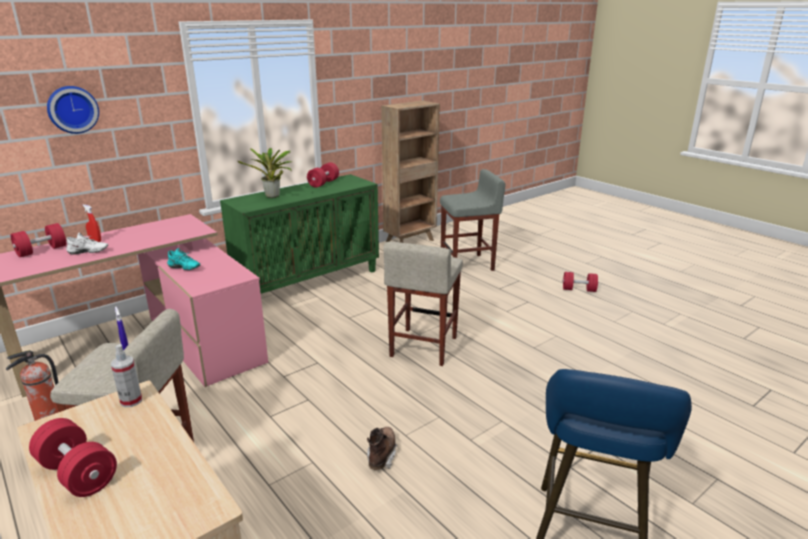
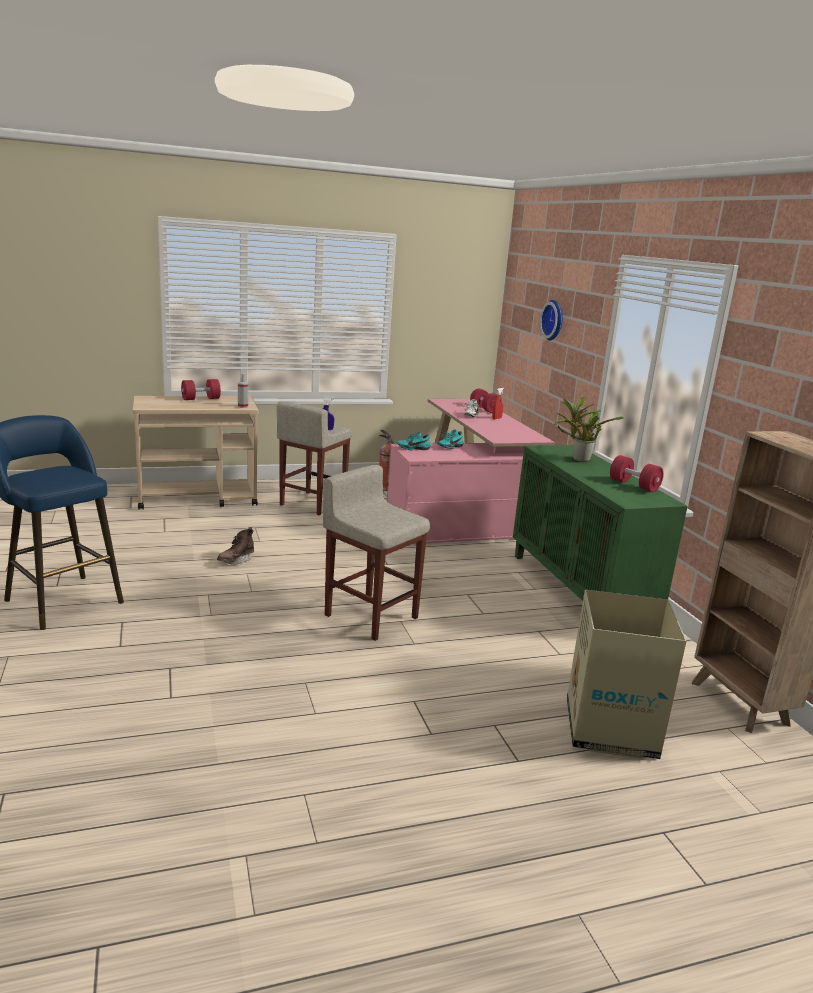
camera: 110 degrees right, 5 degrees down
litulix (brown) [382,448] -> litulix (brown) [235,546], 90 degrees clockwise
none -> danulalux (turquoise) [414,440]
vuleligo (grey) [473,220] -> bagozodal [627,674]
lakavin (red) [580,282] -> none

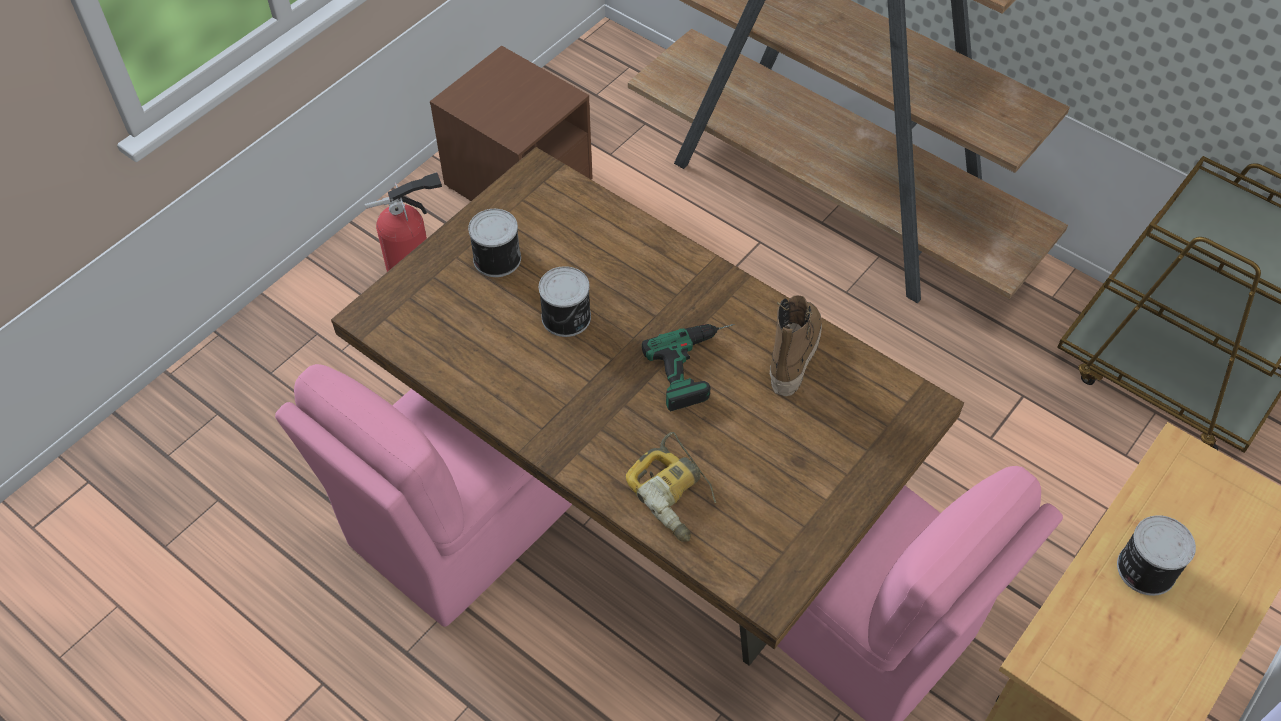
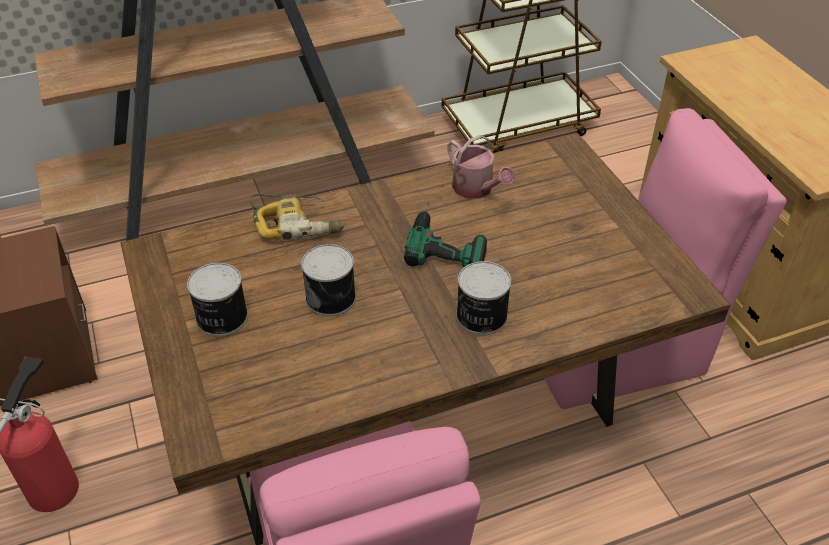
camera: 60 degrees left, 10 degrees down
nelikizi [671,486] -> nelikizi [297,217], relocated
litulix [796,345] -> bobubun [481,167]
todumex [1156,555] -> todumex [483,298], relocated

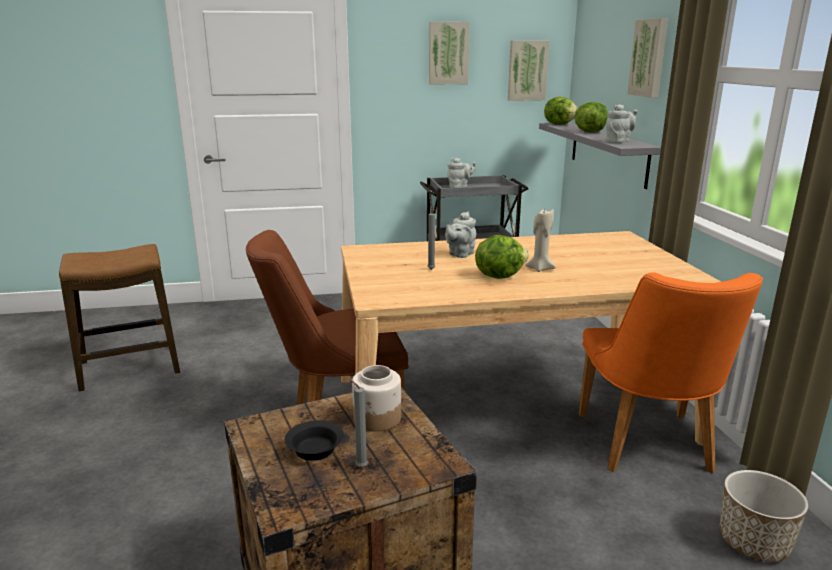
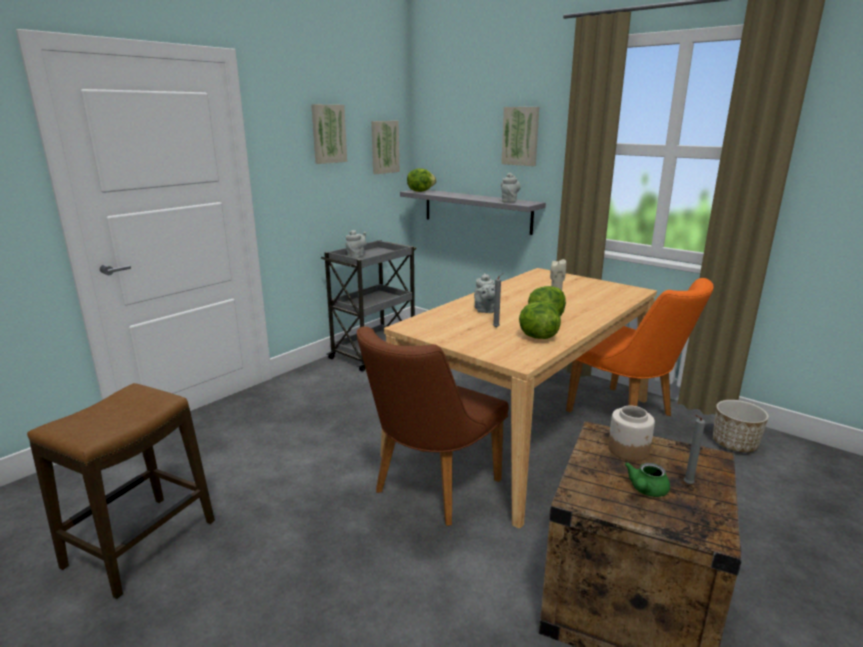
camera: 40 degrees left, 0 degrees up
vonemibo [590,117] -> vonemibo [540,320], relocated
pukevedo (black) [314,440] -> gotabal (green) [647,479]

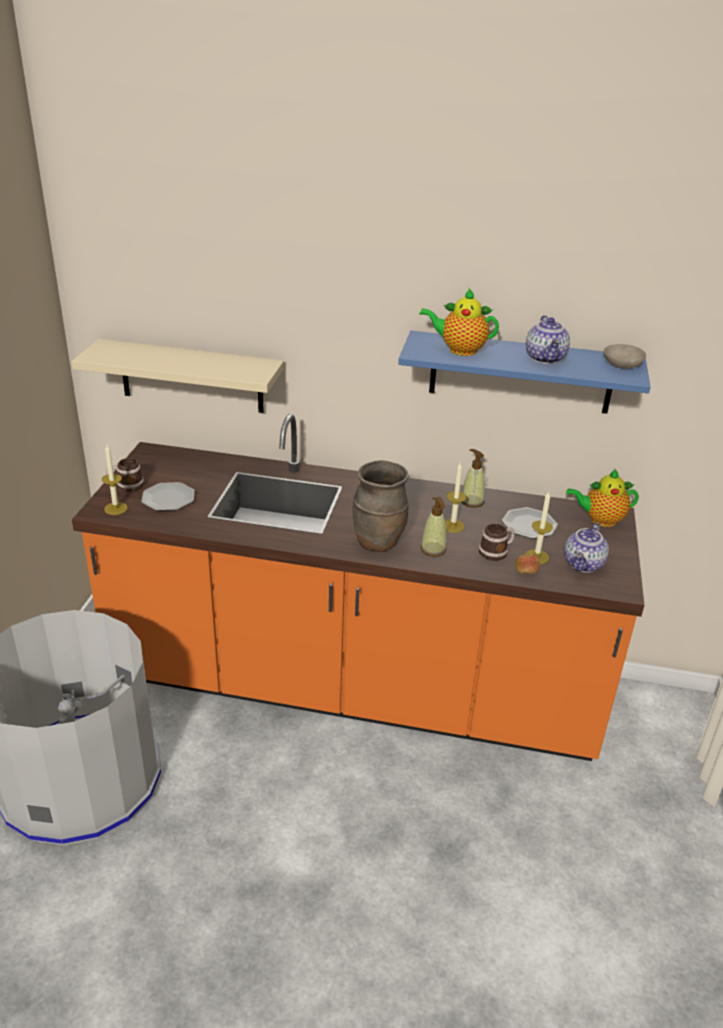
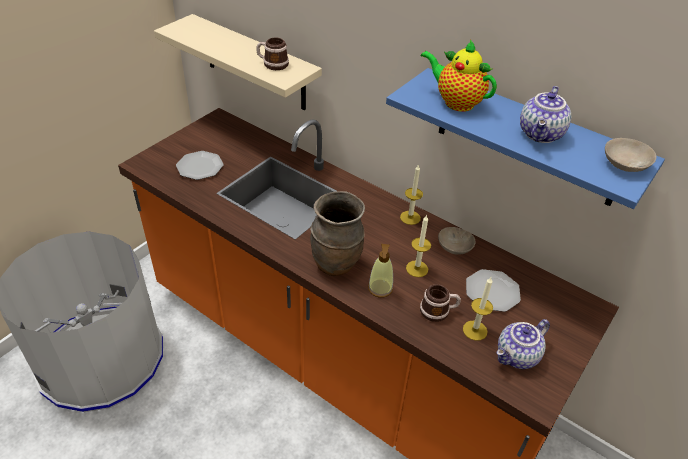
camera: 25 degrees right, 10 degrees up
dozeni [125,475] -> dozeni [273,54], relocated
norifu [115,480] -> norifu [411,194], relocated
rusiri [473,478] -> pukevedo (beige) [457,241]
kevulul [528,563] -> none
gotabal [602,498] -> none

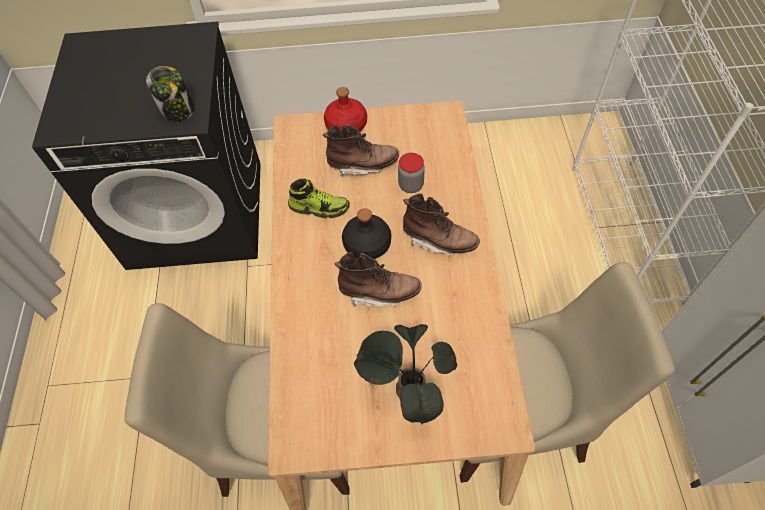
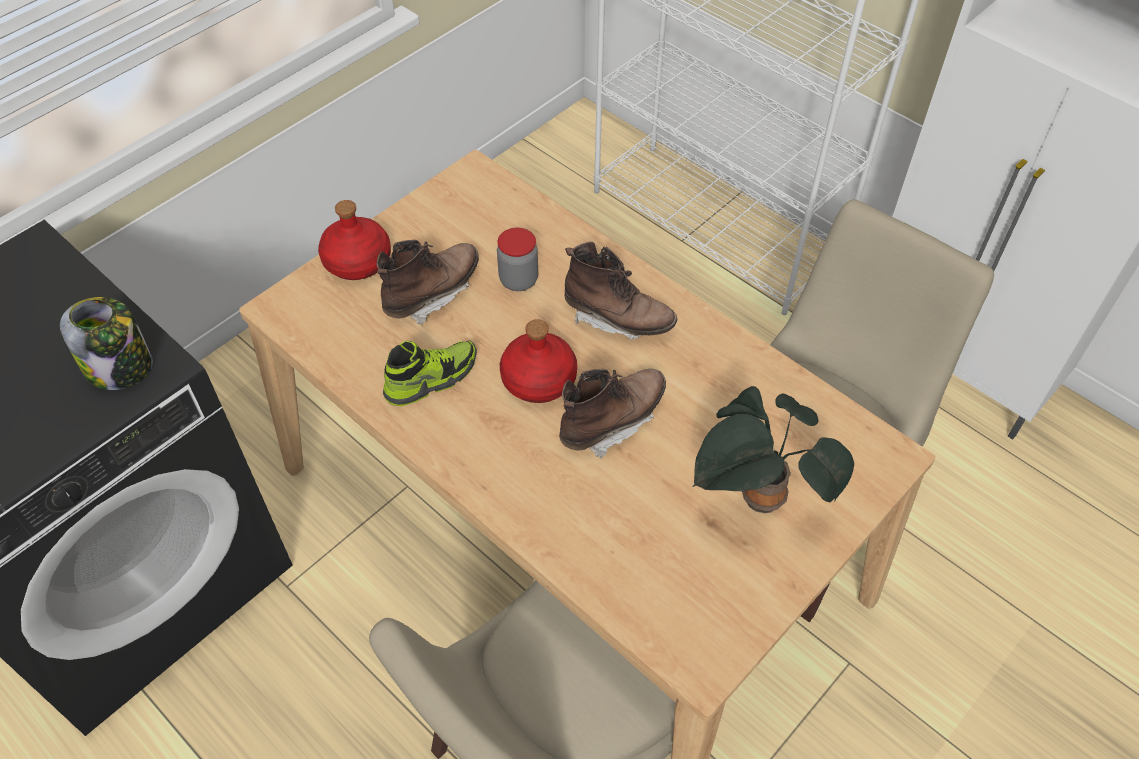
camera: 45 degrees left, 5 degrees down
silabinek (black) [366,233] -> silabinek (red) [538,361]
litulix (brown) [441,225] -> litulix (brown) [621,291], 45 degrees clockwise

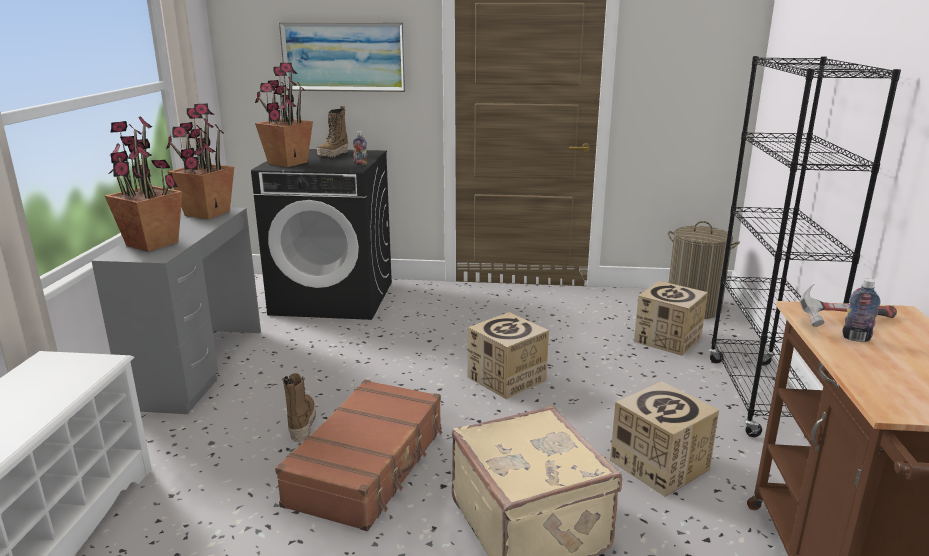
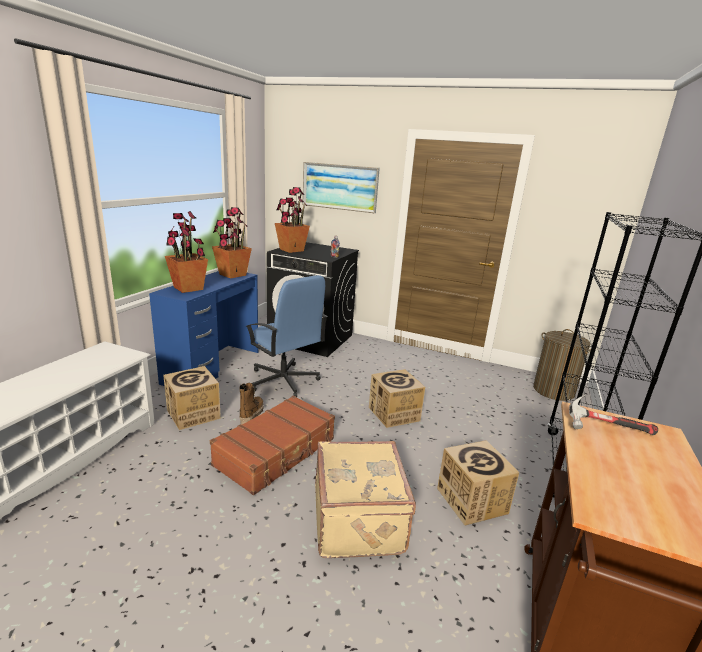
camera: 15 degrees right, 0 degrees up
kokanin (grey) [176,310] -> kokanin (blue) [203,328]
bagozodal [671,318] -> bagozodal [192,398], relocated
none -> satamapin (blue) [286,336]
litulix [332,131] -> none
silabinek [861,310] -> none

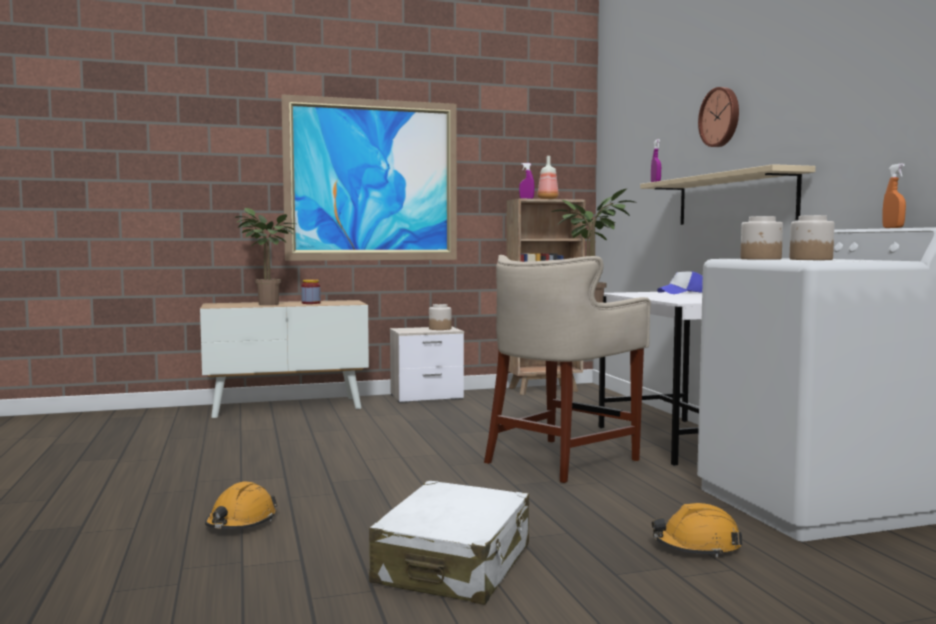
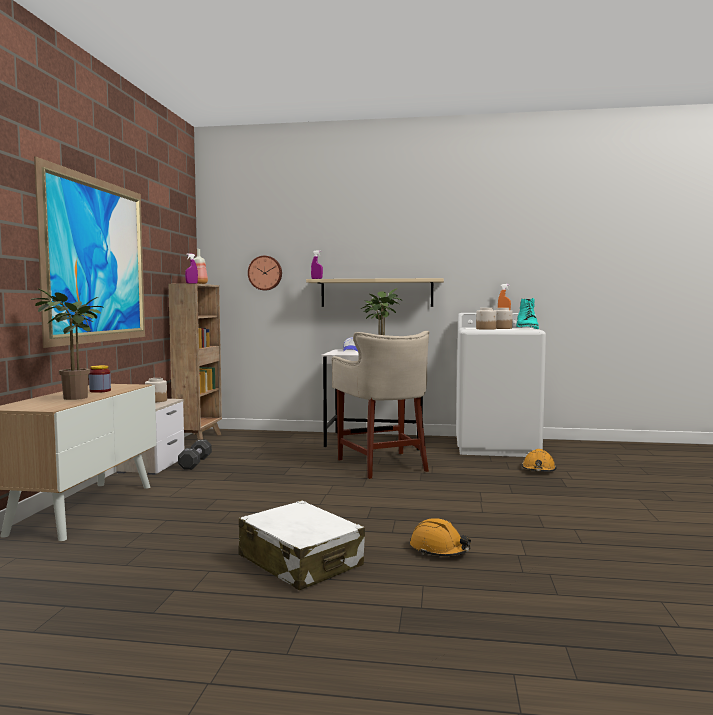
camera: 65 degrees left, 0 degrees up
none -> lakavin (black) [195,454]
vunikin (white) [449,543] -> vunikin (white) [302,545], relocated
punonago [718,117] -> punonago [265,273], relocated
none -> litulix (turquoise) [527,313]

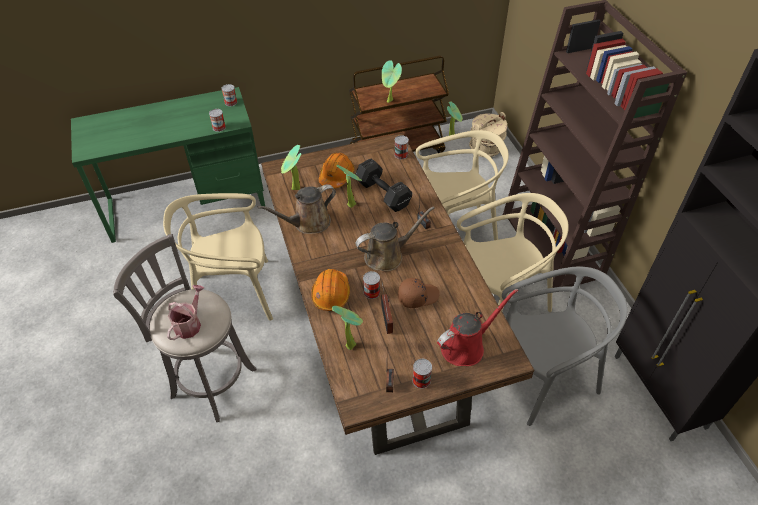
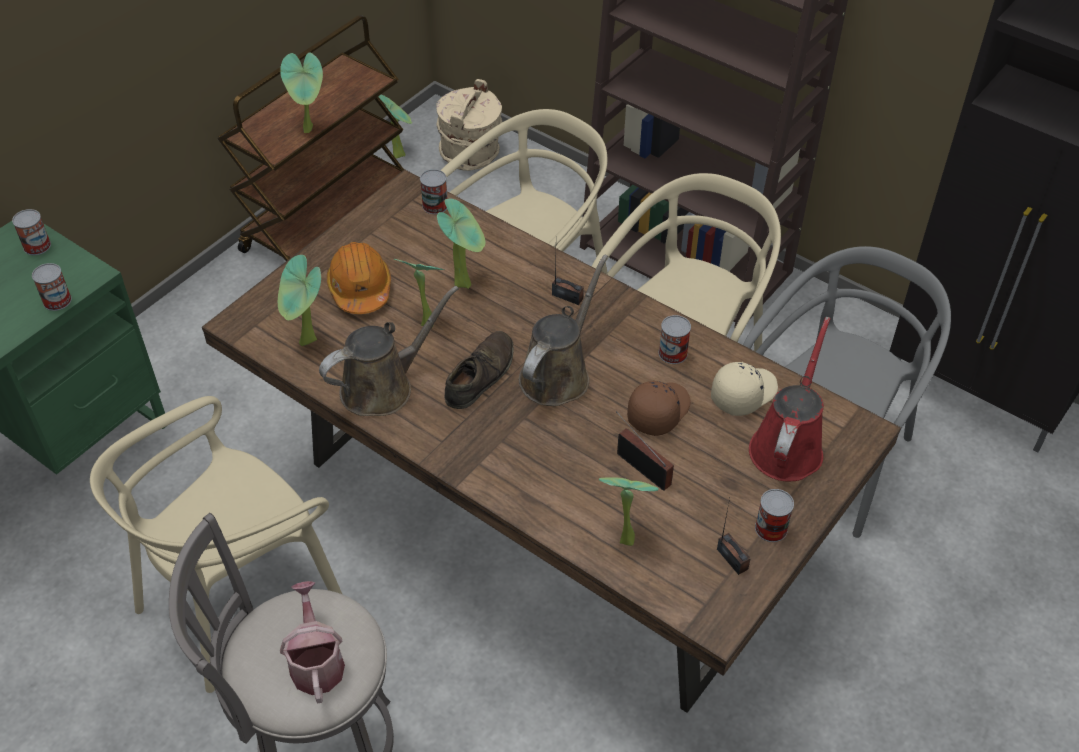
camera: 35 degrees left, 0 degrees up
bobubun (brown) [297,209] -> bobubun (brown) [389,351], 150 degrees counterclockwise
lakavin (black) [383,185] -> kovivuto [461,243]
none -> danulalux (brown) [479,370]
todumex [371,285] -> todumex [675,339], relocated
none -> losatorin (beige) [744,389]
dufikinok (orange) [330,290] -> none

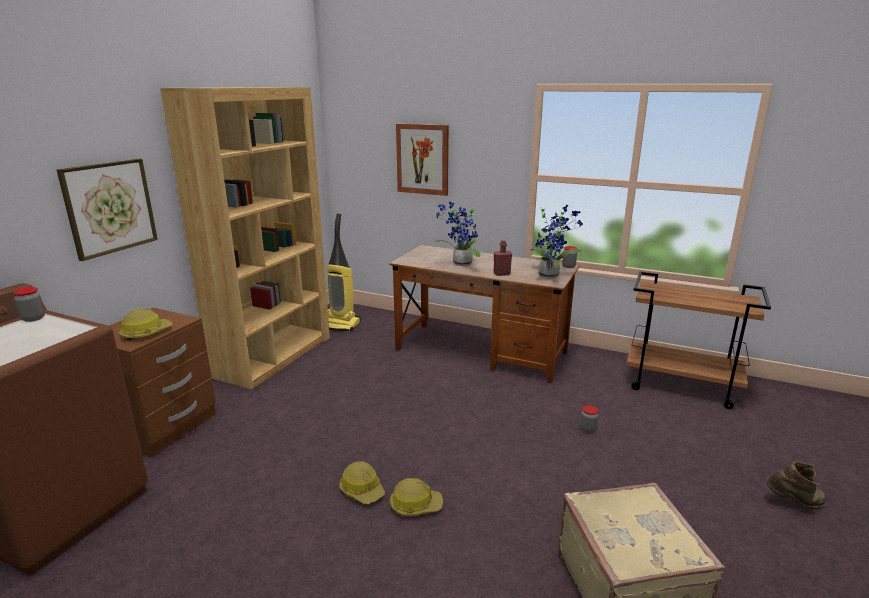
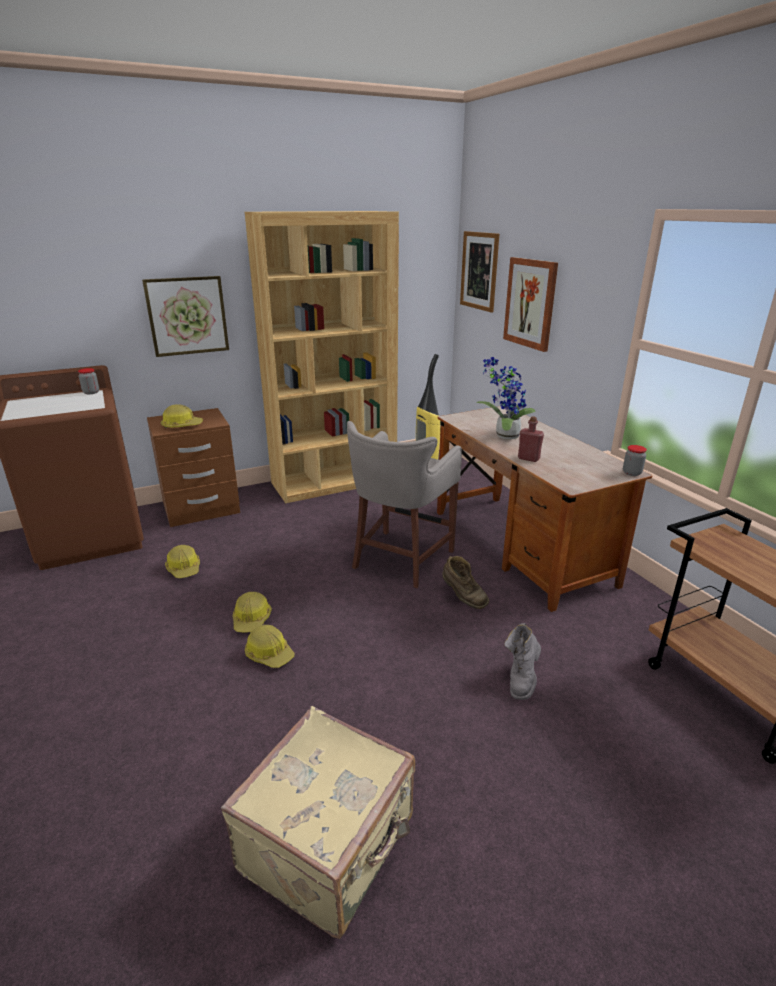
camera: 40 degrees right, 5 degrees up
none -> dufikinok [182,561]
none -> vuleligo (grey) [404,504]
litulix (brown) [796,485] -> litulix (brown) [465,582], relocated
none -> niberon [479,272]
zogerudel [589,419] -> litulix (grey) [522,661]
kovivuto [557,242] -> none

